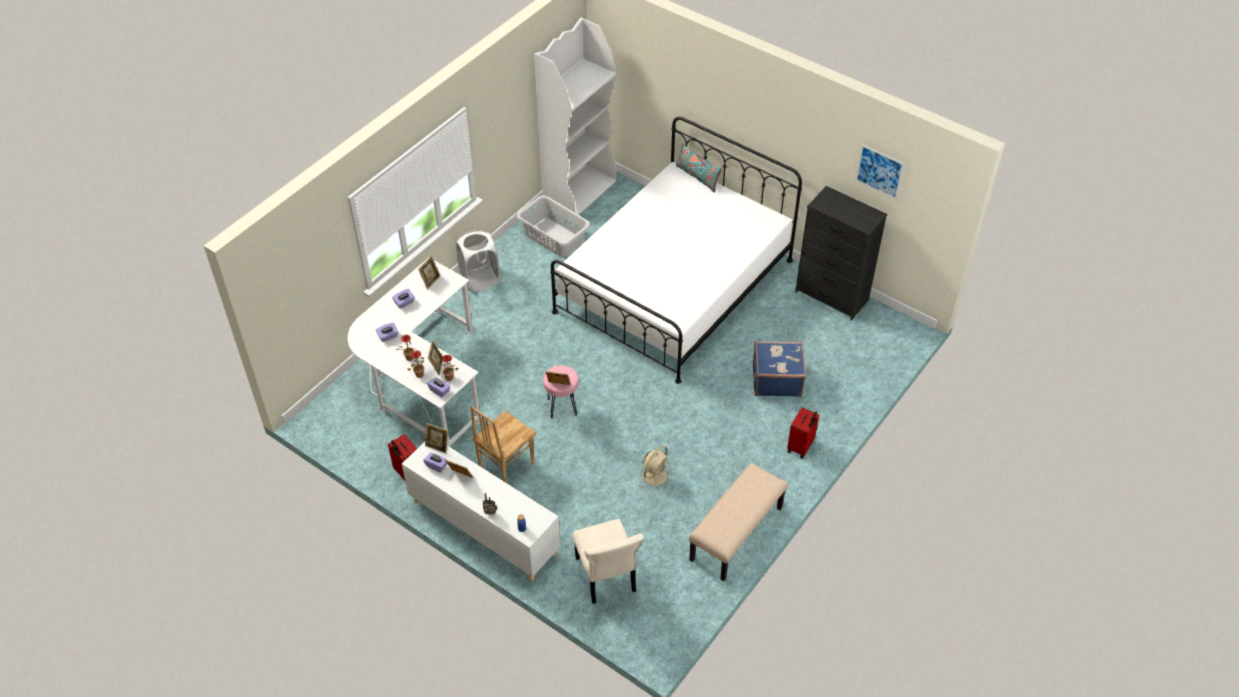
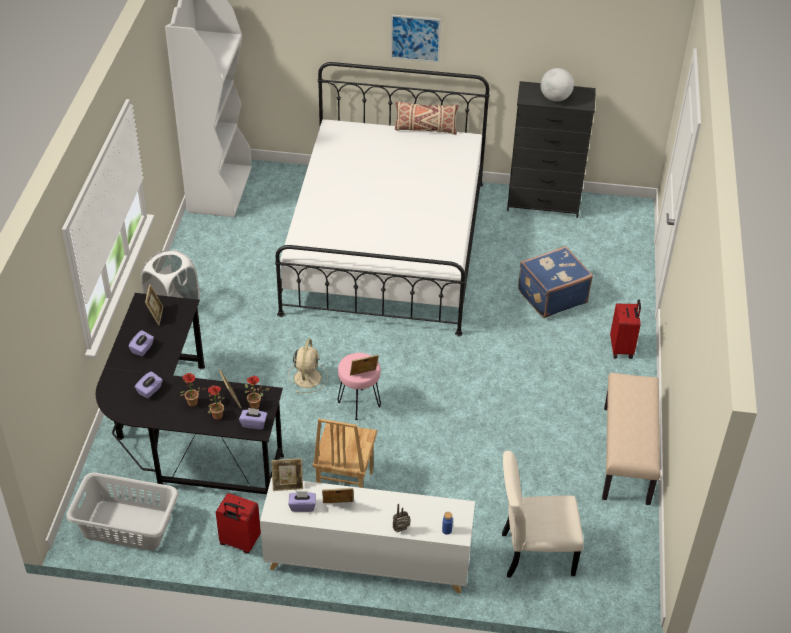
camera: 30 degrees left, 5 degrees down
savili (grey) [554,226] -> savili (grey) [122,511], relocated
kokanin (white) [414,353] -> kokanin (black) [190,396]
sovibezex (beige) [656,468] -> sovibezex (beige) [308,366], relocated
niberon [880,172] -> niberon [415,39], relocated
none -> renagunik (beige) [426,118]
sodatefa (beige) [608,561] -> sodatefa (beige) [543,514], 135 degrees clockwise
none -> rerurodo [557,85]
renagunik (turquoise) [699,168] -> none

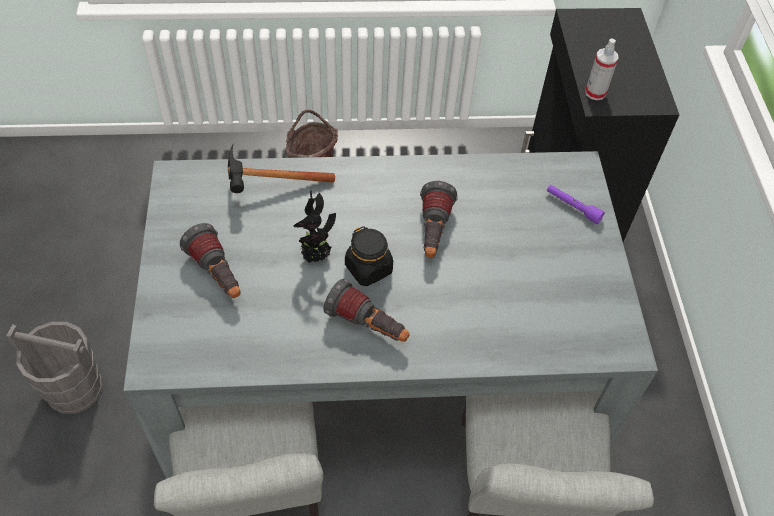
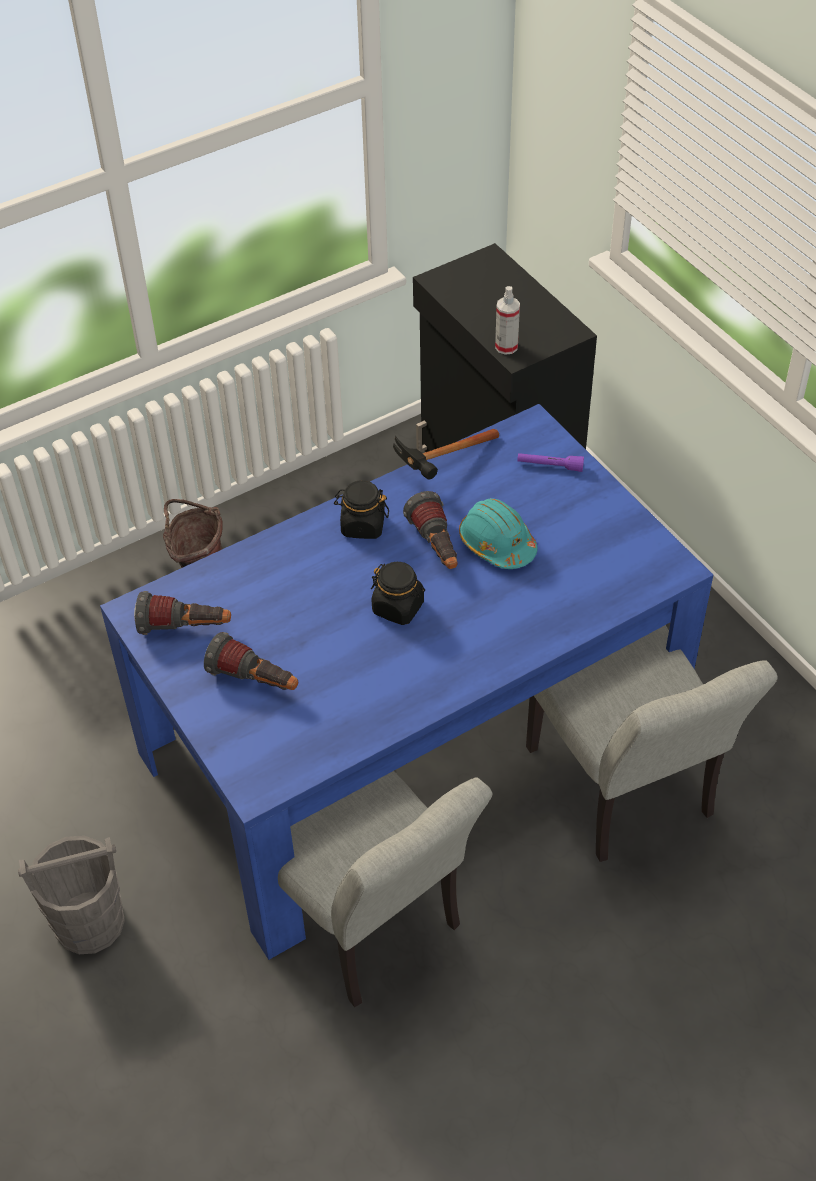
camera: 25 degrees left, 5 degrees down
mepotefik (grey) [390,315] -> mepotefik (blue) [406,682]
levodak [366,310] -> levodak [182,613], relocated
none -> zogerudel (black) [361,509]
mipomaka [281,168] -> mipomaka [446,454], relocated
none -> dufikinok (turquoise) [498,533]
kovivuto [314,227] -> none

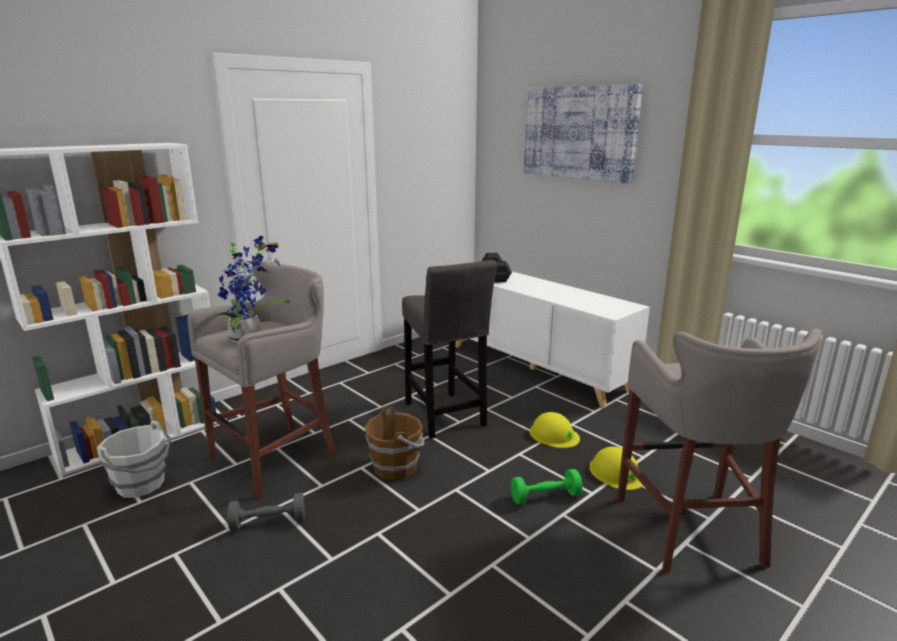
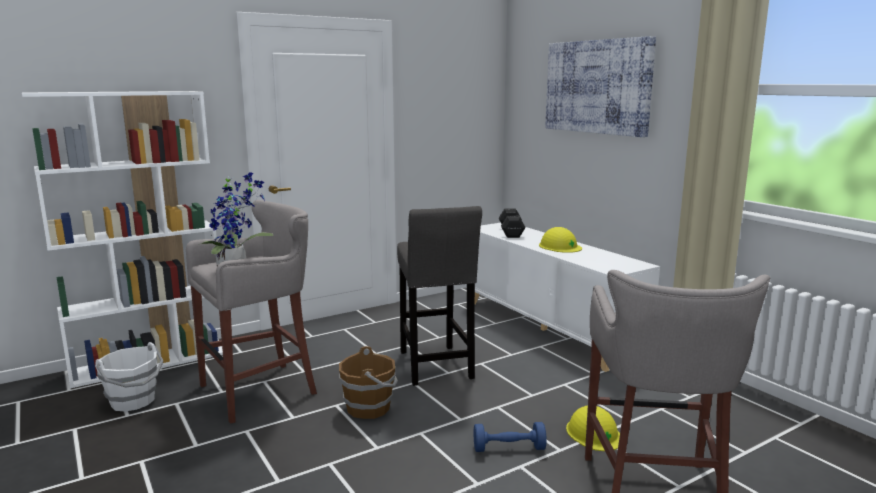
camera: 10 degrees right, 5 degrees down
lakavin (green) [547,487] -> lakavin (blue) [510,437]
dufikinok (yellow) [555,430] -> dufikinok (yellow) [560,240], relocated
lakavin (grey) [266,512] -> none

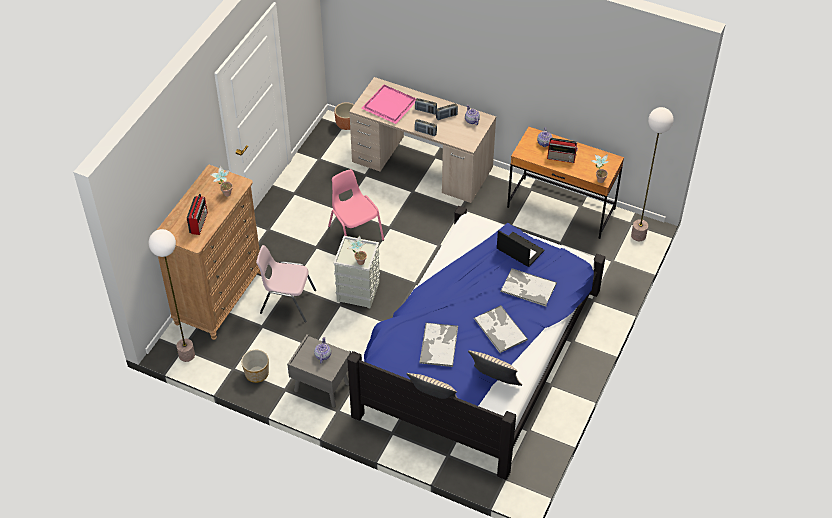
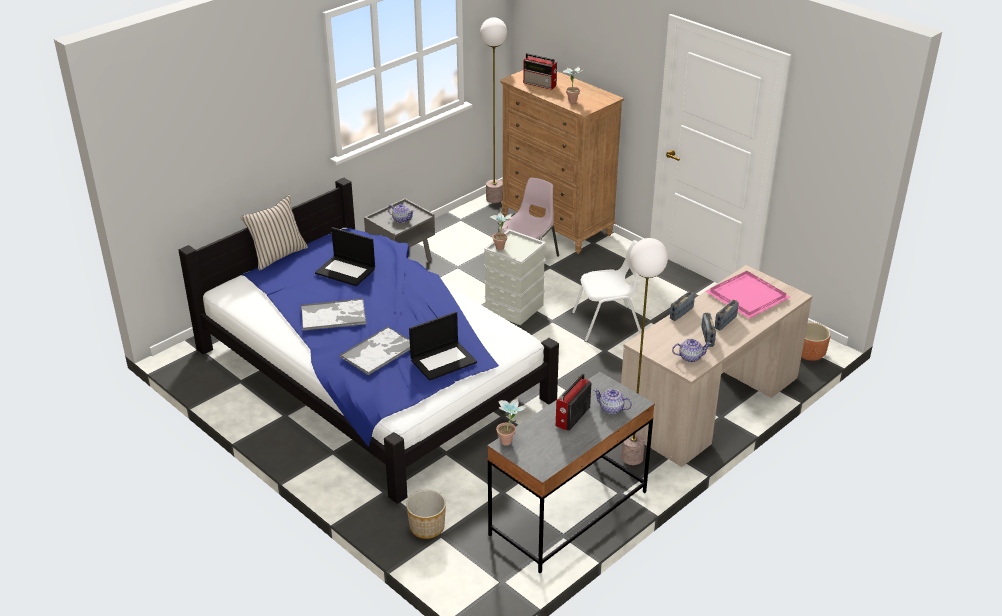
camera: 110 degrees right, 15 degrees down
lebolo [439,345] -> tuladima [345,256]
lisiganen [255,366] -> lisiganen [426,514], relocated
kokanin (brown) [565,183] -> kokanin (grey) [571,472]
sodatefa (pink) [356,205] -> sodatefa (white) [607,291]
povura [652,174] -> povura [644,351], relocated
renagunik (beige) [495,368] -> none

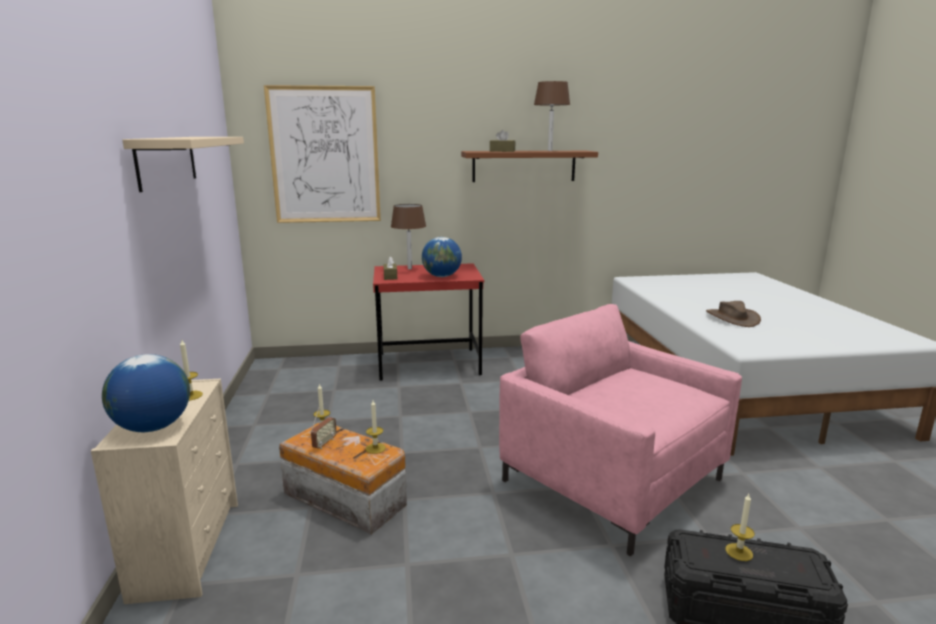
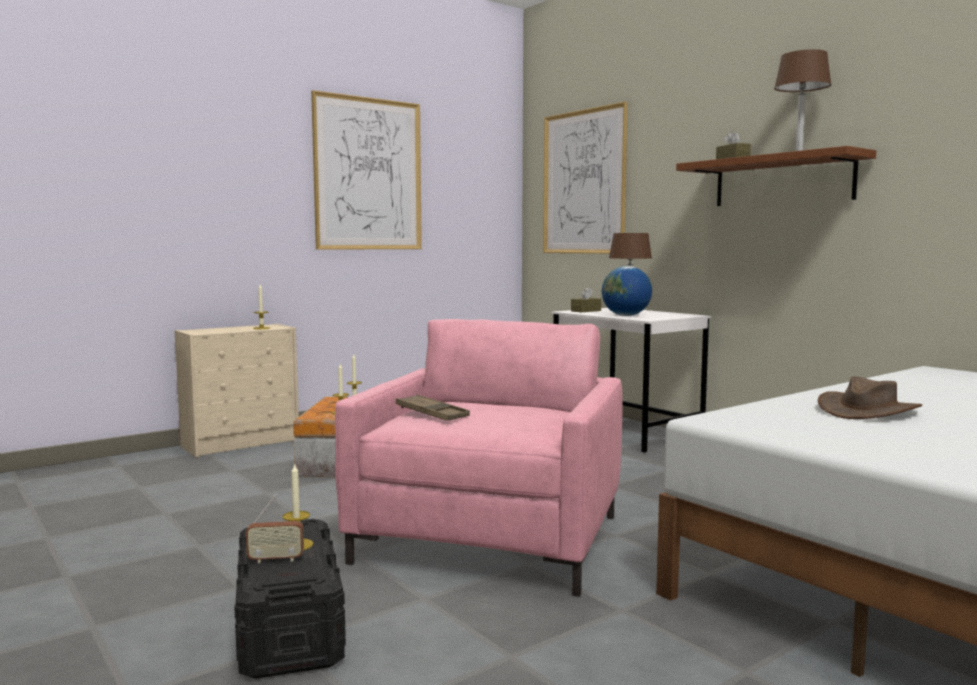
camera: 60 degrees right, 10 degrees down
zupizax [324,428] -> zupizax [275,528], relocated
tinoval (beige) [183,164] -> niberon [366,170]
none -> lebolo (brown) [433,407]
kokanin (red) [428,322] -> kokanin (white) [632,380]
rerurodo [146,393] -> none

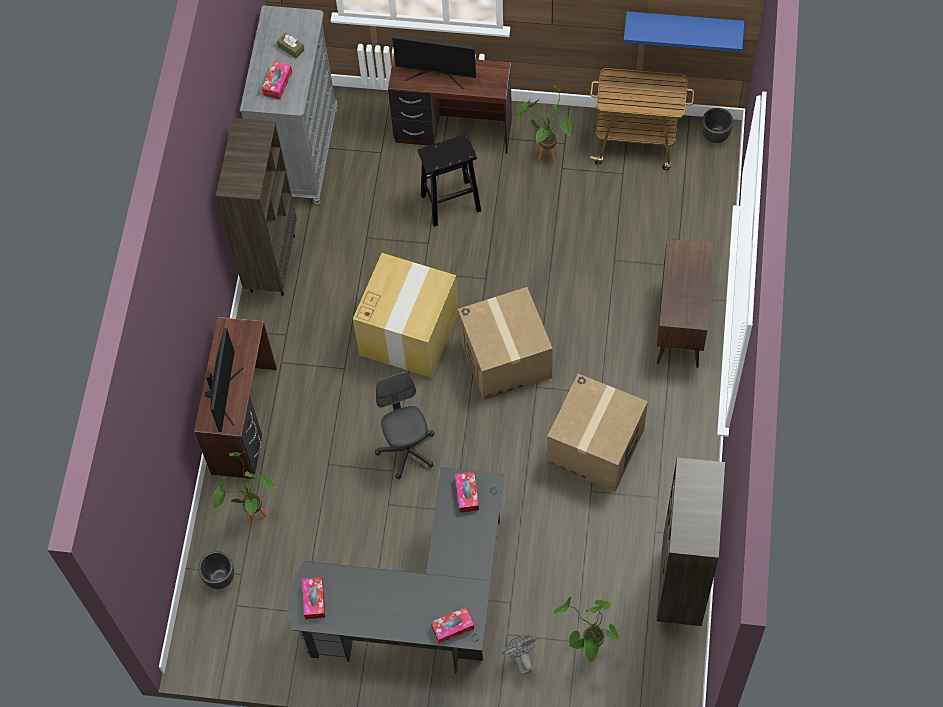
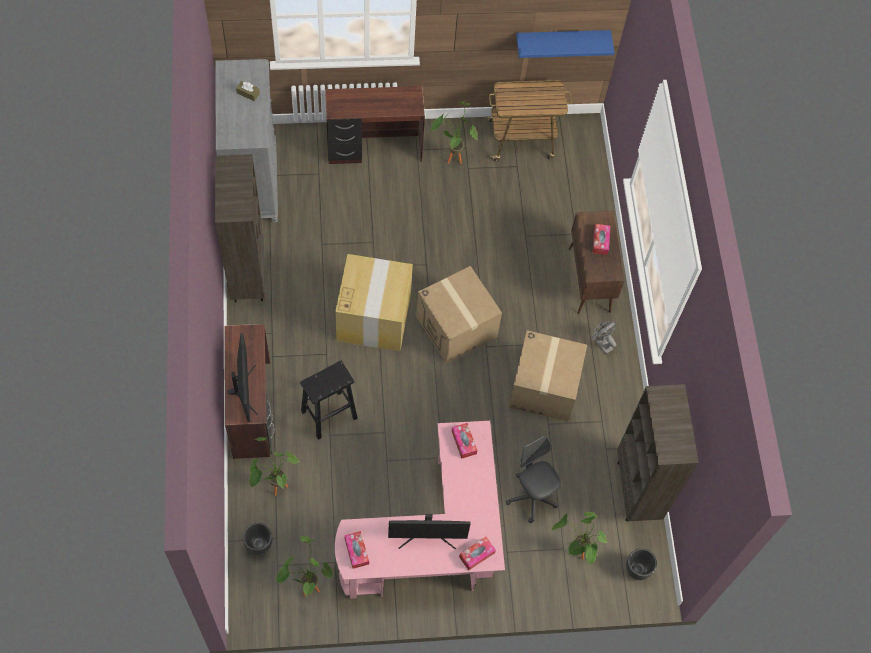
camera: 20 degrees left, 0 degrees up
none -> kovivuto [305,566]
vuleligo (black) [449,180] -> vuleligo (black) [329,400], relocated
kokanin (black) [396,570] -> kokanin (pink) [420,510]
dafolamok [434,62] -> dafolamok [429,531], relocated
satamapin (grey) [405,425] -> satamapin (grey) [533,479], relocated
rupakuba [277,80] -> rupakuba [601,239], relocated
sovibezex (grey) [520,655] -> sovibezex (grey) [604,337], relocated
lisiganen (black) [717,125] -> lisiganen (black) [641,564], relocated

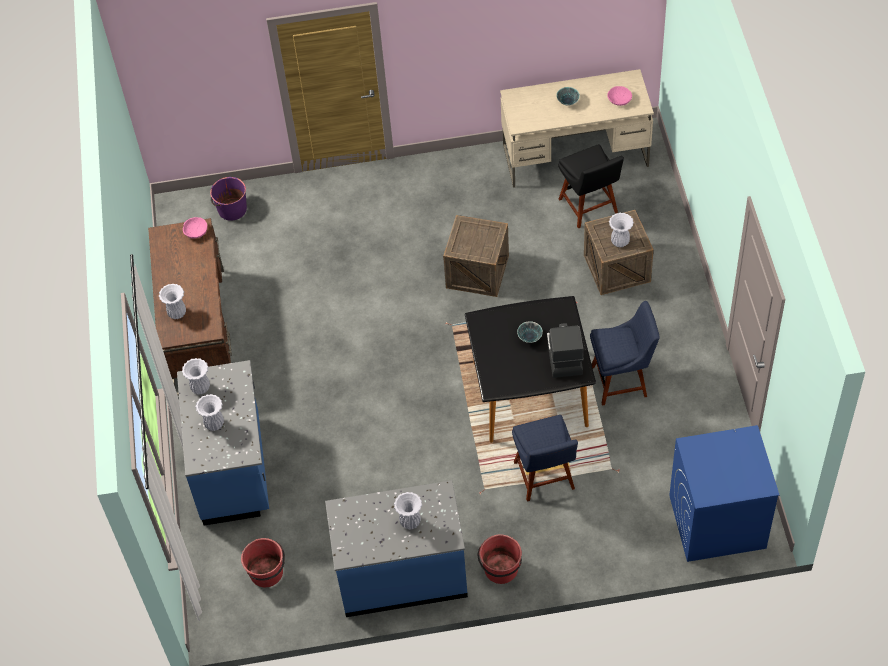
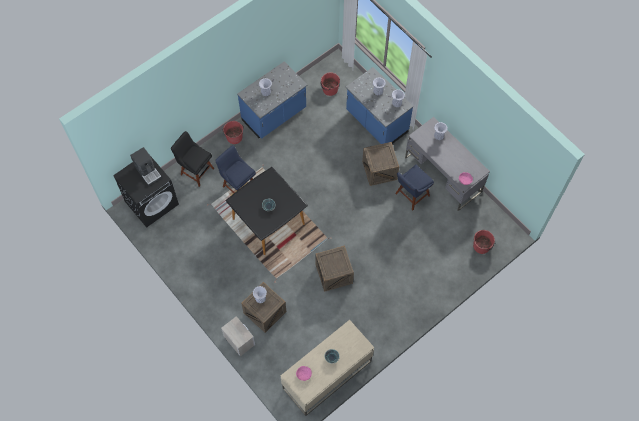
camera: 145 degrees right, 10 degrees up
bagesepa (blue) [724,493] -> bagesepa (black) [146,192]
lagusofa [565,350] -> lagusofa [146,166], relocated
sodatefa (black) [591,186] -> sodatefa (black) [192,159], relocated
none -> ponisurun [238,336]
none -> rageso [380,164]
sodatefa (blue) [625,353] -> sodatefa (blue) [414,187], relocated
kokanin (brown) [190,307] -> kokanin (grey) [447,164]
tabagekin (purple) [228,199] -> tabagekin (red) [484,242]

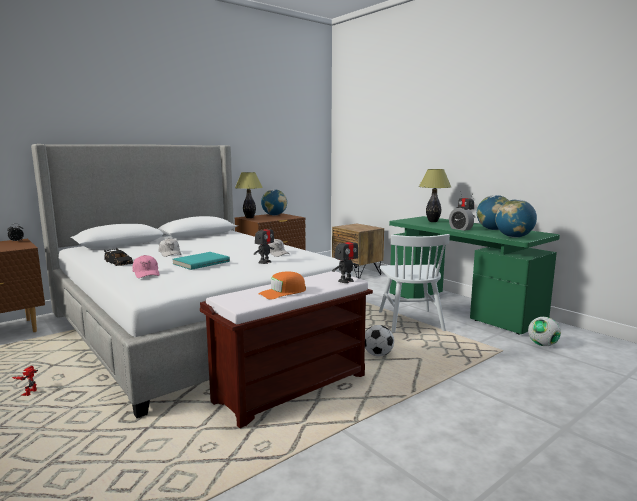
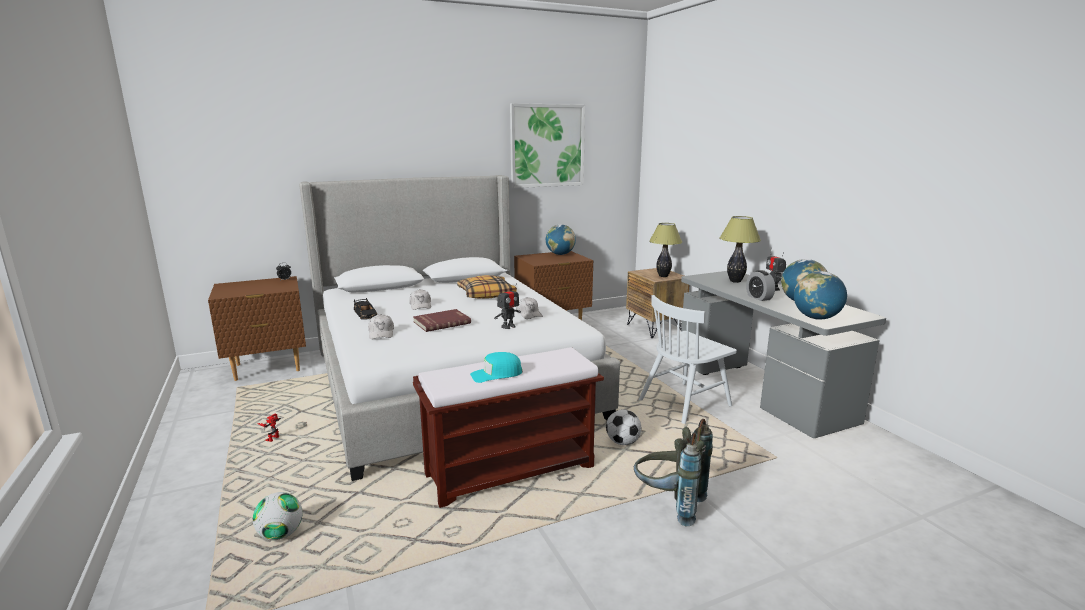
camera: 15 degrees right, 5 degrees up
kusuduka [544,331] -> kusuduka [278,516], relocated
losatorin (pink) [146,266] -> losatorin (white) [381,326]
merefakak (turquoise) [201,261] -> merefakak (red) [442,320]
none -> renagunik [487,287]
losatorin (orange) [282,285] -> losatorin (turquoise) [496,367]
none -> niberon [547,145]
none -> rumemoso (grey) [673,472]
sodatefa (white) [414,283] -> sodatefa (white) [688,359], 45 degrees clockwise
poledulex [249,195] -> poledulex [665,250], relocated
kokanin (green) [474,275] -> kokanin (grey) [783,354]
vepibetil [345,258] -> none

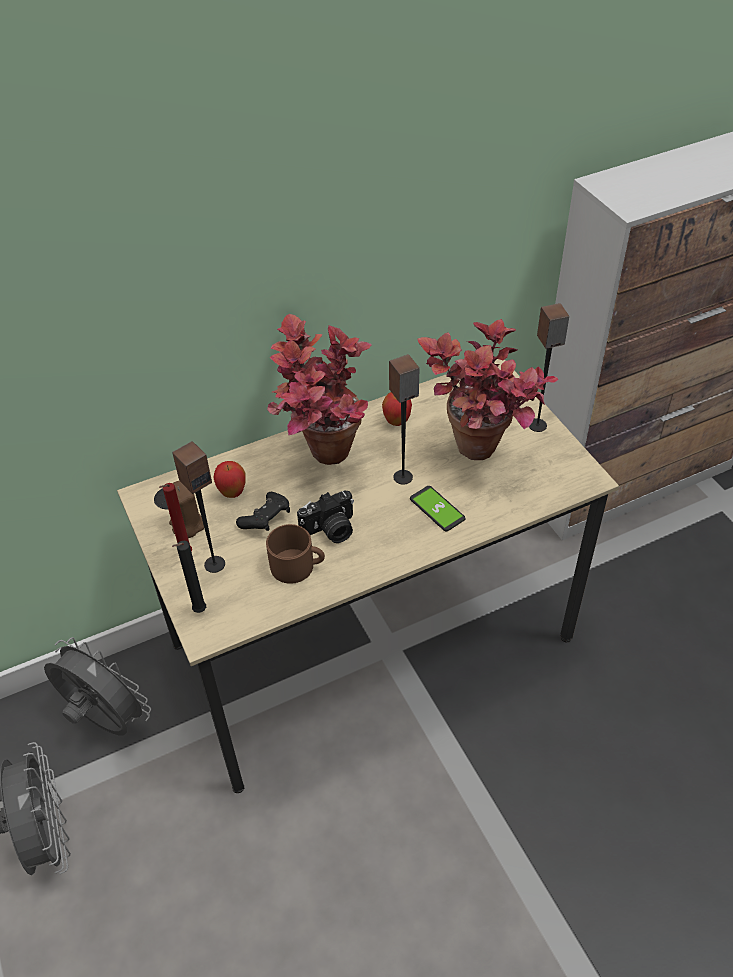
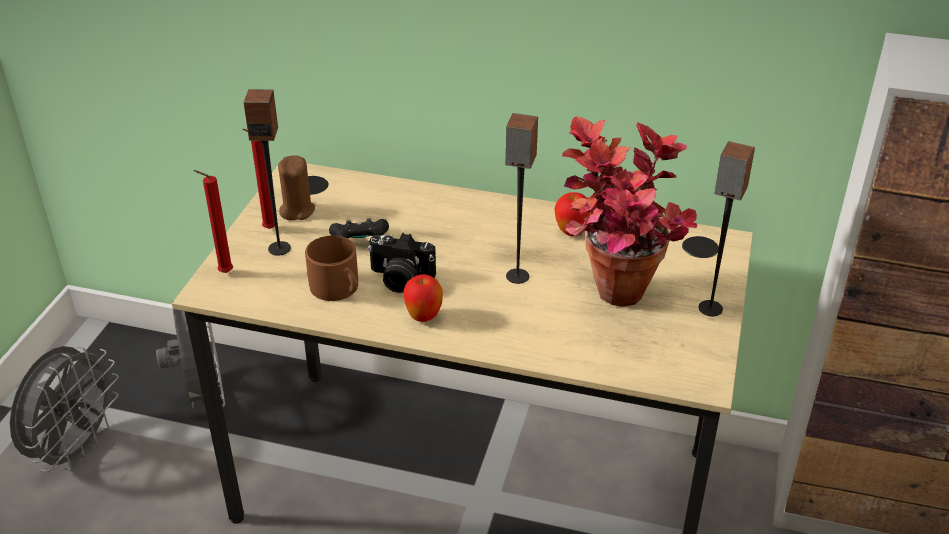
camera: 40 degrees right, 10 degrees down
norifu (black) [189,577] -> norifu (red) [213,221]
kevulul [230,479] -> kevulul [423,298], relocated
kovivuto [319,389] -> none
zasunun [438,508] -> none

